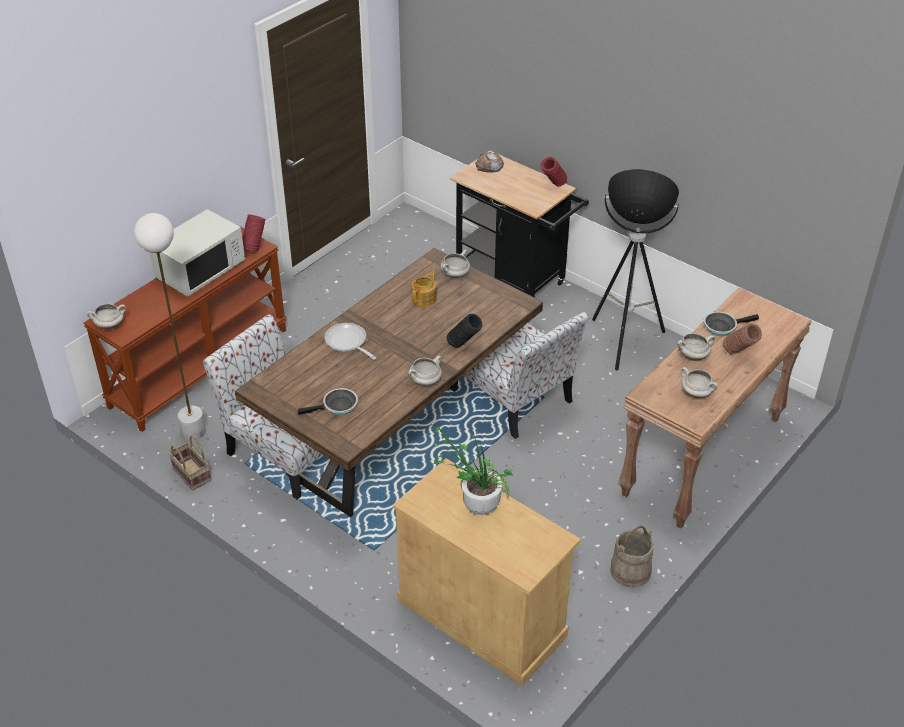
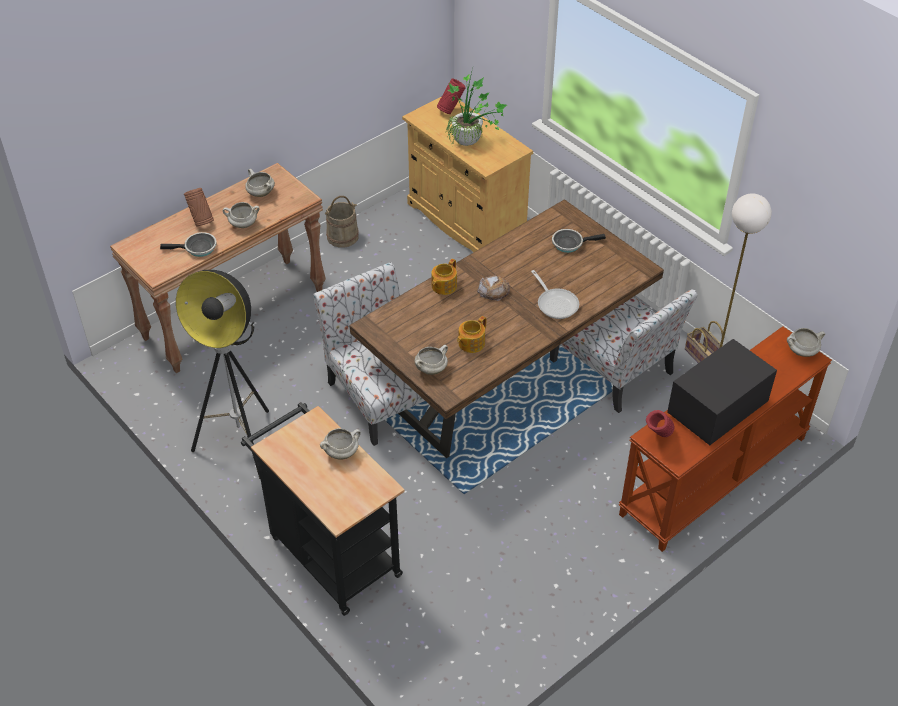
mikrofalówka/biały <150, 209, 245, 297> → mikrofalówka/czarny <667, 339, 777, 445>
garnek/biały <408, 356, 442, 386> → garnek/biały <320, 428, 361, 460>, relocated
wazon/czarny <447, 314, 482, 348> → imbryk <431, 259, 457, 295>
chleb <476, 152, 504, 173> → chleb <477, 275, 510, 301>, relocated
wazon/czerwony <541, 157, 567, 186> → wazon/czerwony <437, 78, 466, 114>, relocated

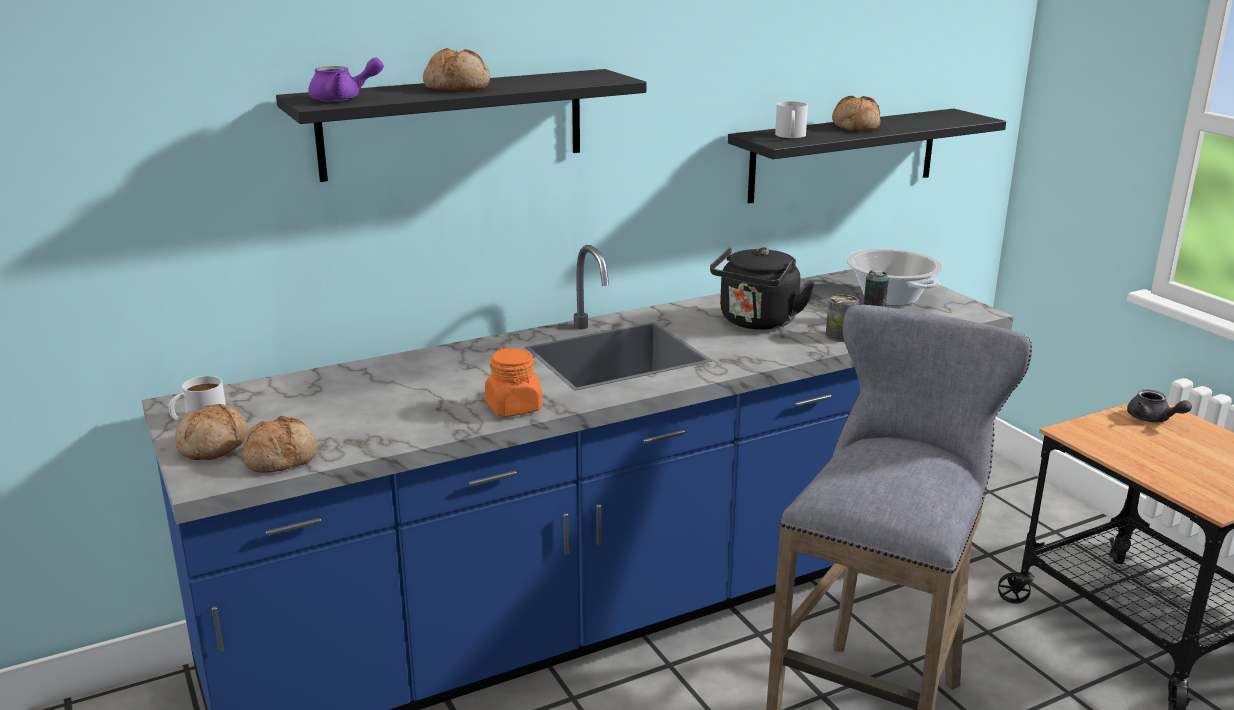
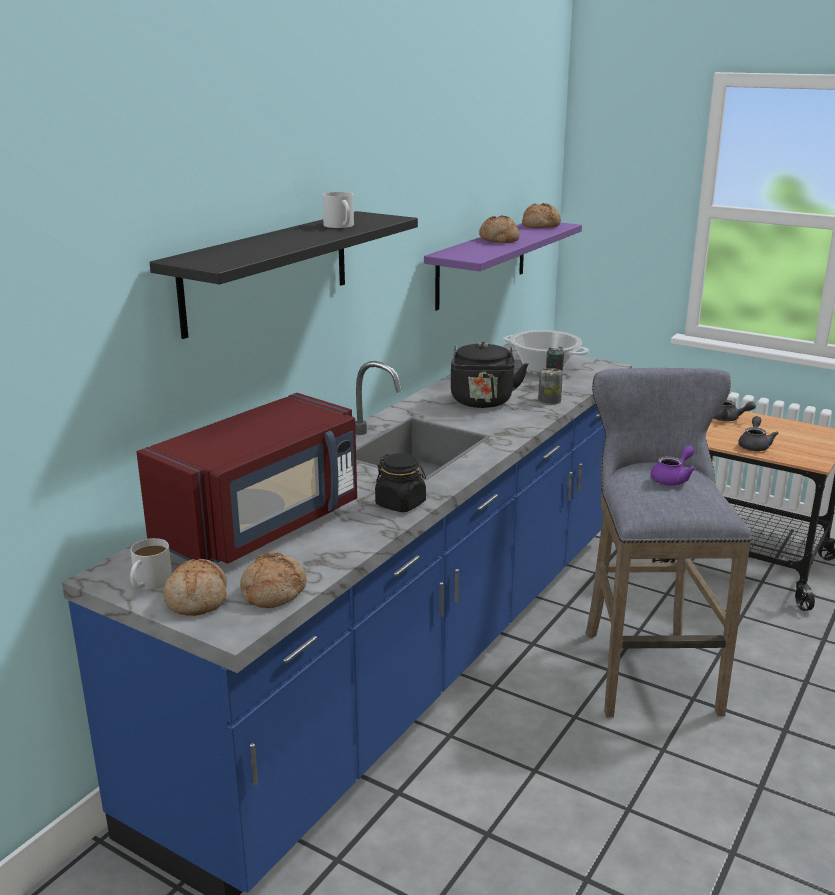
imbryk/fioletowy <308, 57, 384, 102> → imbryk/fioletowy <650, 446, 696, 486>, relocated
chleb <423, 48, 490, 90> → chleb <522, 203, 561, 228>, relocated
słoik/pomarańczowy <485, 348, 542, 417> → słoik/czarny <375, 453, 426, 512>
półka/czarny <728, 109, 1006, 203> → półka/fioletowy <424, 223, 582, 311>
kubek/biały <775, 101, 808, 138> → kubek/biały <322, 192, 354, 228>, relocated
- → mikrofalówka/czerwony <137, 393, 357, 564>
- → imbryk/szary <738, 416, 779, 451>

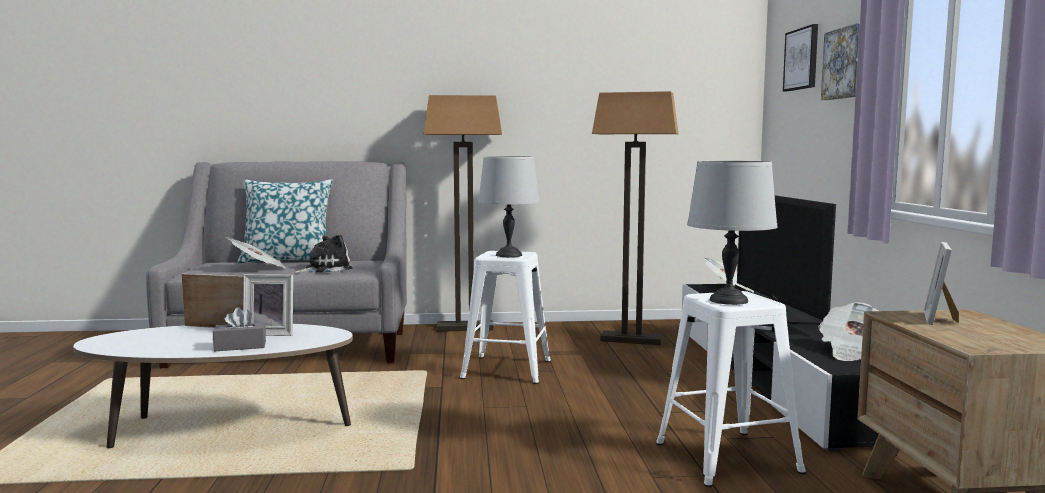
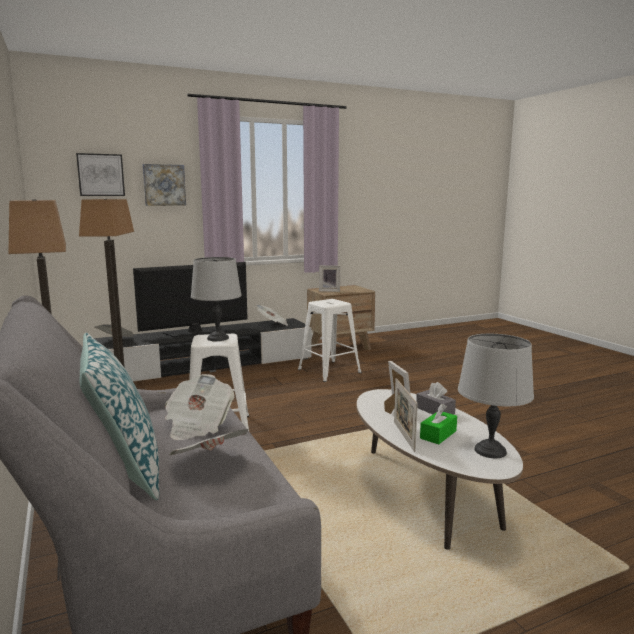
pluszak <294, 235, 352, 273> → gazeta <165, 374, 235, 440>
lampa stołowa/szary <687, 161, 777, 305> → lampa stołowa/szary <458, 334, 534, 458>, relocated
- → pudełko chusteczek/zielony <420, 404, 457, 444>

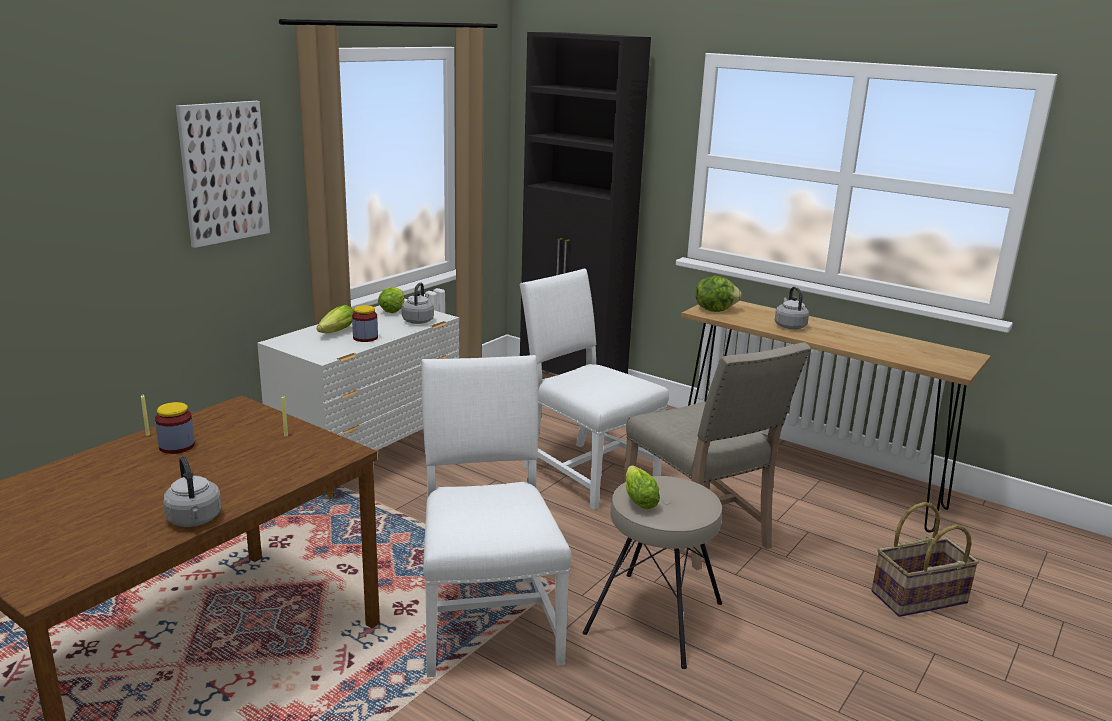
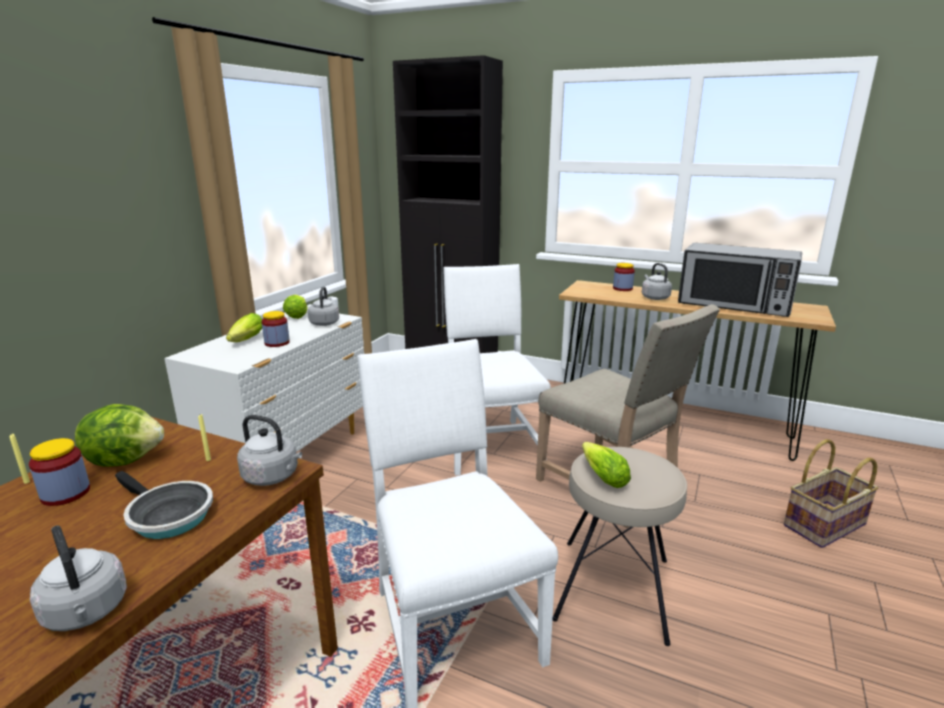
obraz <176, 101, 270, 248> → -
krzesło/biały <519, 269, 669, 510> → krzesło/biały <443, 264, 551, 476>, 45 degrees clockwise
sałata <696, 276, 741, 312> → sałata <75, 404, 164, 467>, relocated
- → patelnia <115, 471, 213, 539>
- → czajnik/szary <237, 415, 302, 486>
- → słoik <613, 263, 635, 291>
- → mikrofalówka <678, 243, 802, 317>

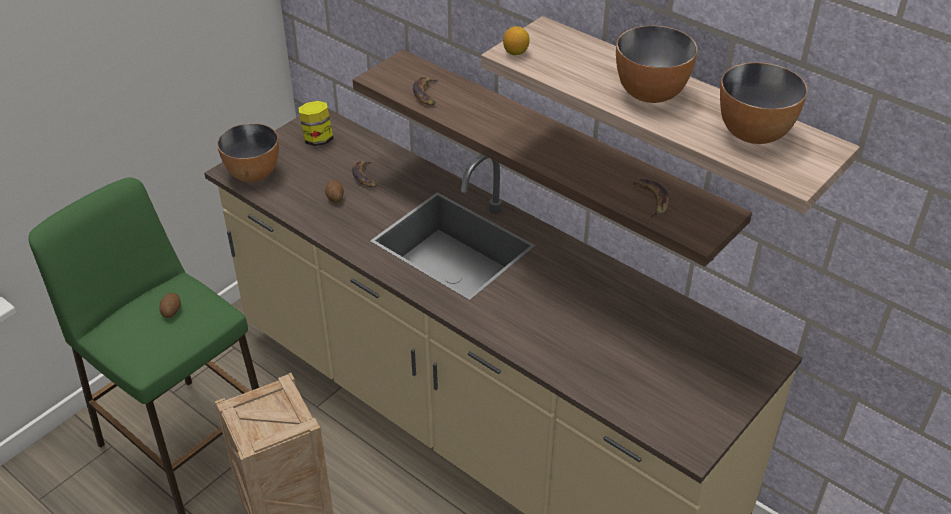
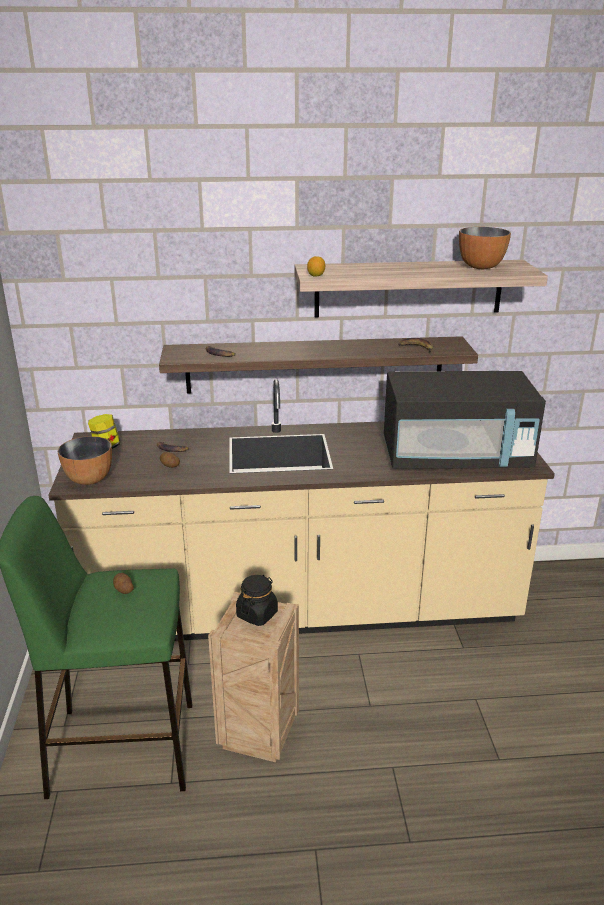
miska <616, 26, 698, 103> → -
- → słoik/czarny <236, 575, 278, 626>
- → mikrofalówka/czarny <384, 371, 546, 469>

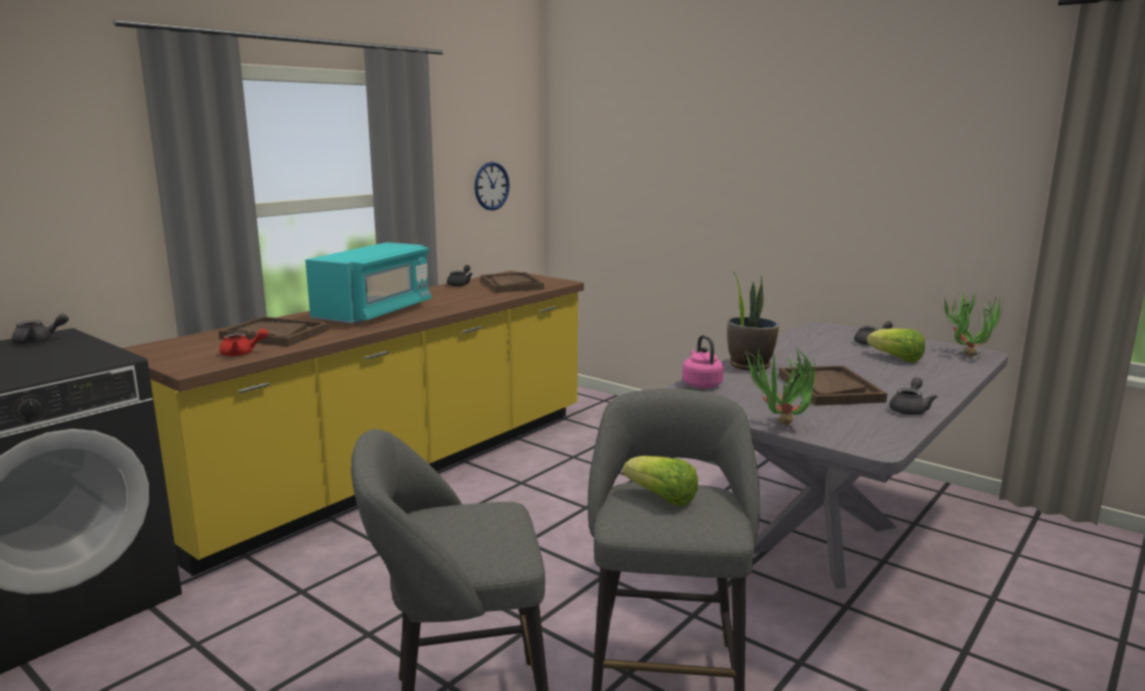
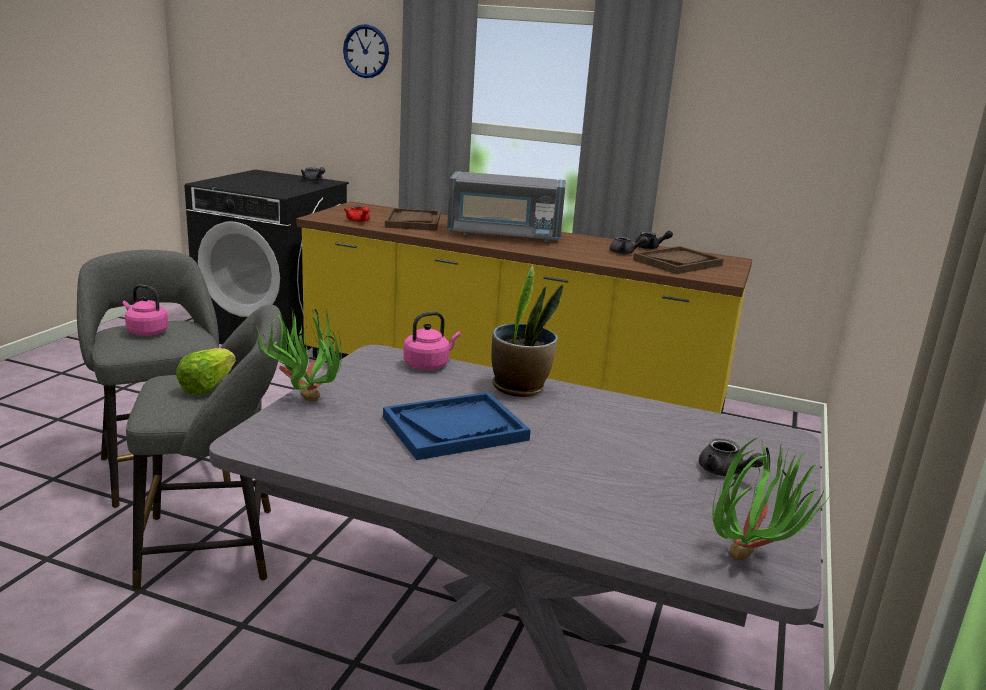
mikrofalówka/turkusowy <305, 242, 431, 324> → mikrofalówka/szary <447, 171, 566, 242>
zegar ścienny <474, 162, 510, 211> → zegar ścienny <343, 24, 389, 78>, relocated
taca/brązowy <779, 365, 887, 406> → taca/niebieski <383, 392, 531, 460>
sałata <867, 328, 925, 363> → -
imbryk/szary <889, 377, 938, 415> → imbryk/szary <610, 236, 648, 254>, relocated
- → czajnik/różowy <122, 285, 168, 336>

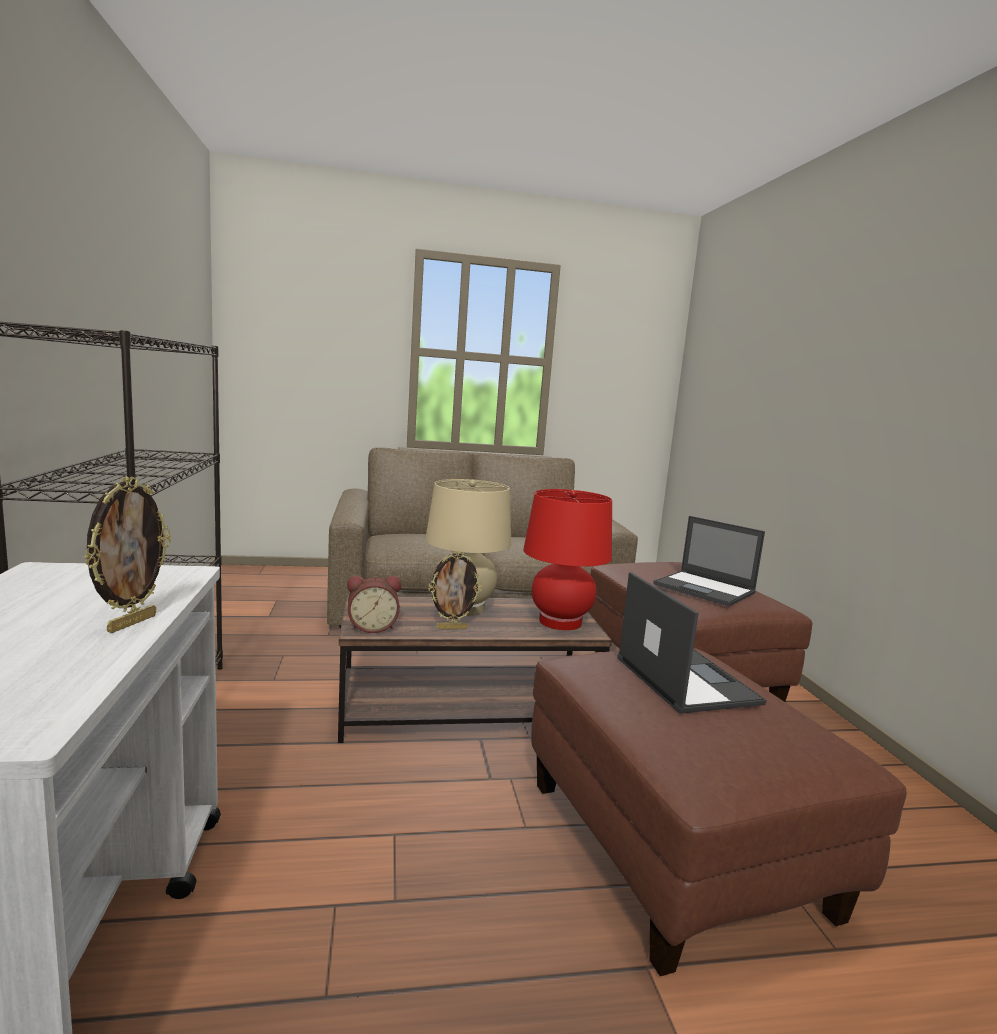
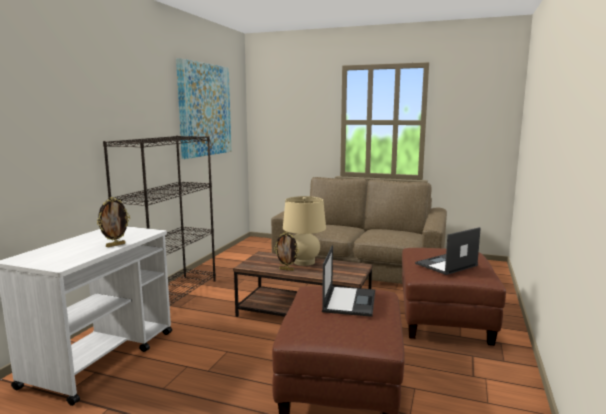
budzik <347, 576, 401, 633> → -
lampa stołowa/czerwony <523, 489, 612, 630> → -
laptop <653, 516, 765, 606> → laptop <415, 227, 481, 275>, 75 degrees clockwise
- → obraz <176, 58, 231, 159>

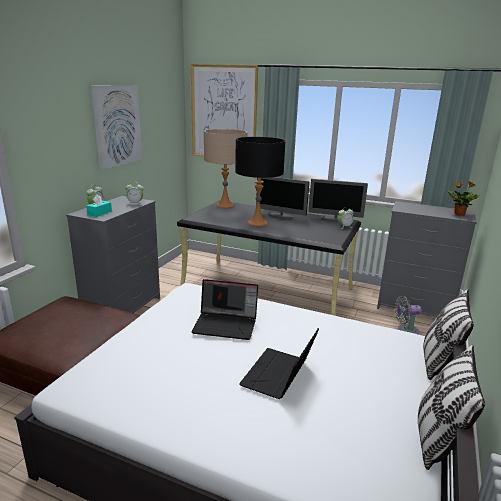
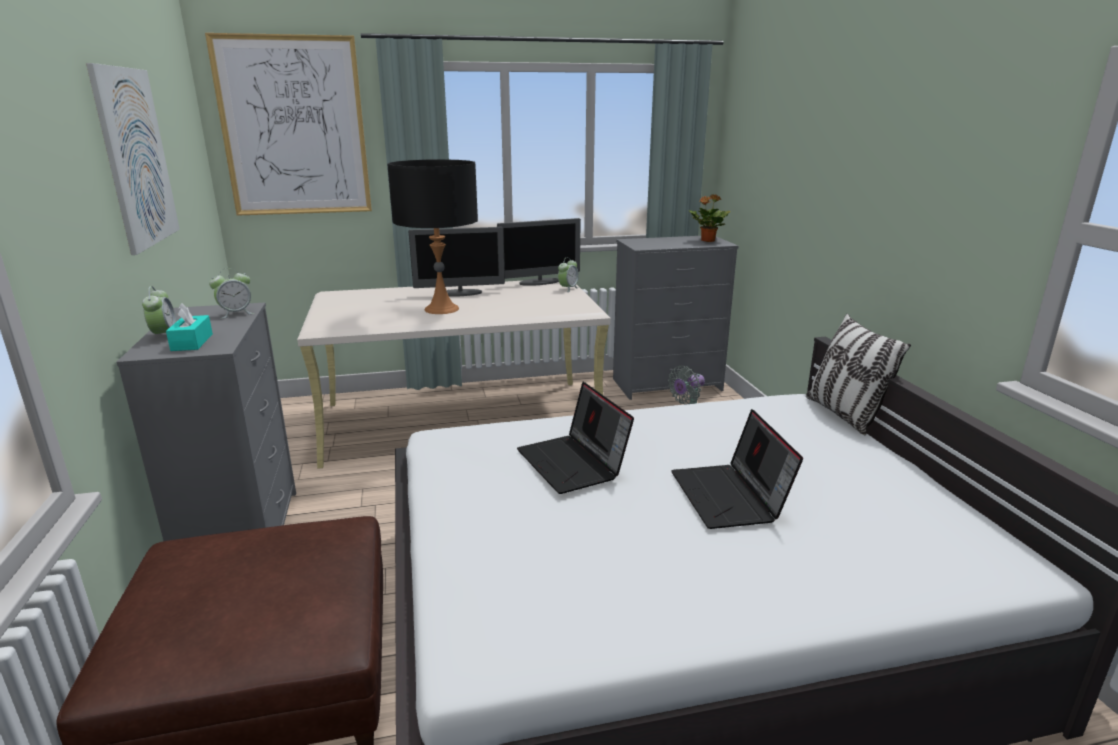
biurko/czarny <177, 201, 361, 316> → biurko/beżowy <297, 281, 611, 469>
laptop <192, 279, 258, 340> → laptop <517, 382, 634, 494>, 90 degrees clockwise
lampa stołowa/beżowy <204, 129, 248, 208> → -
poduszka <418, 345, 485, 470> → -

